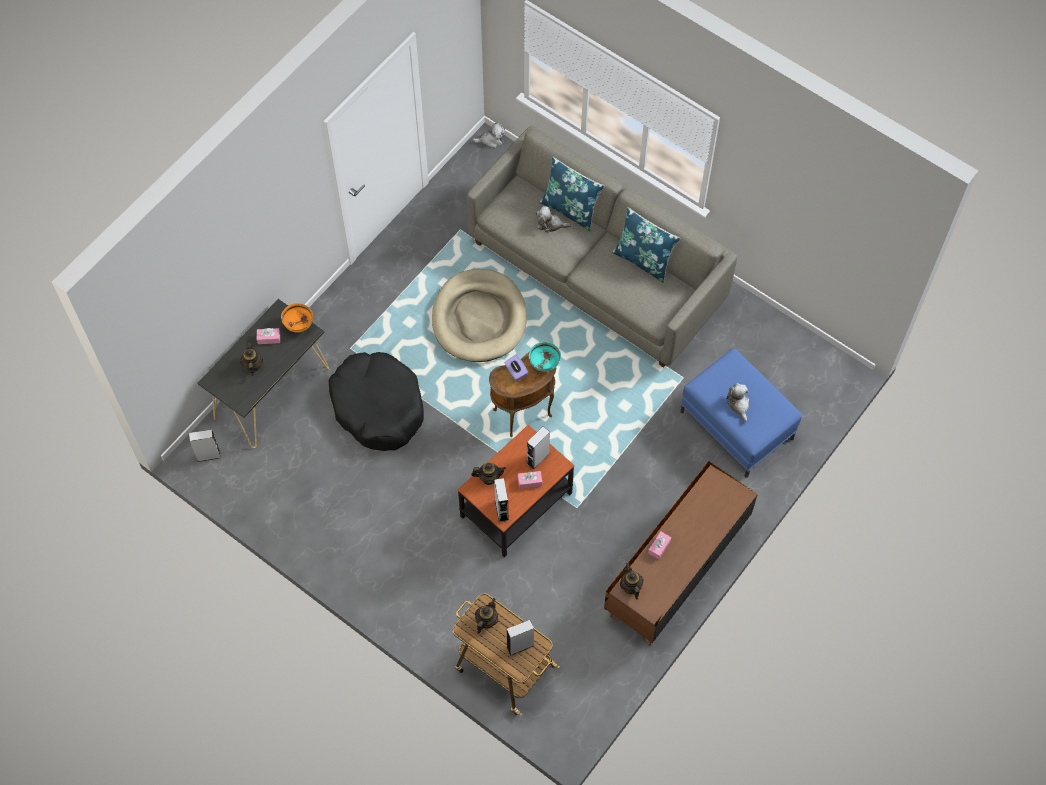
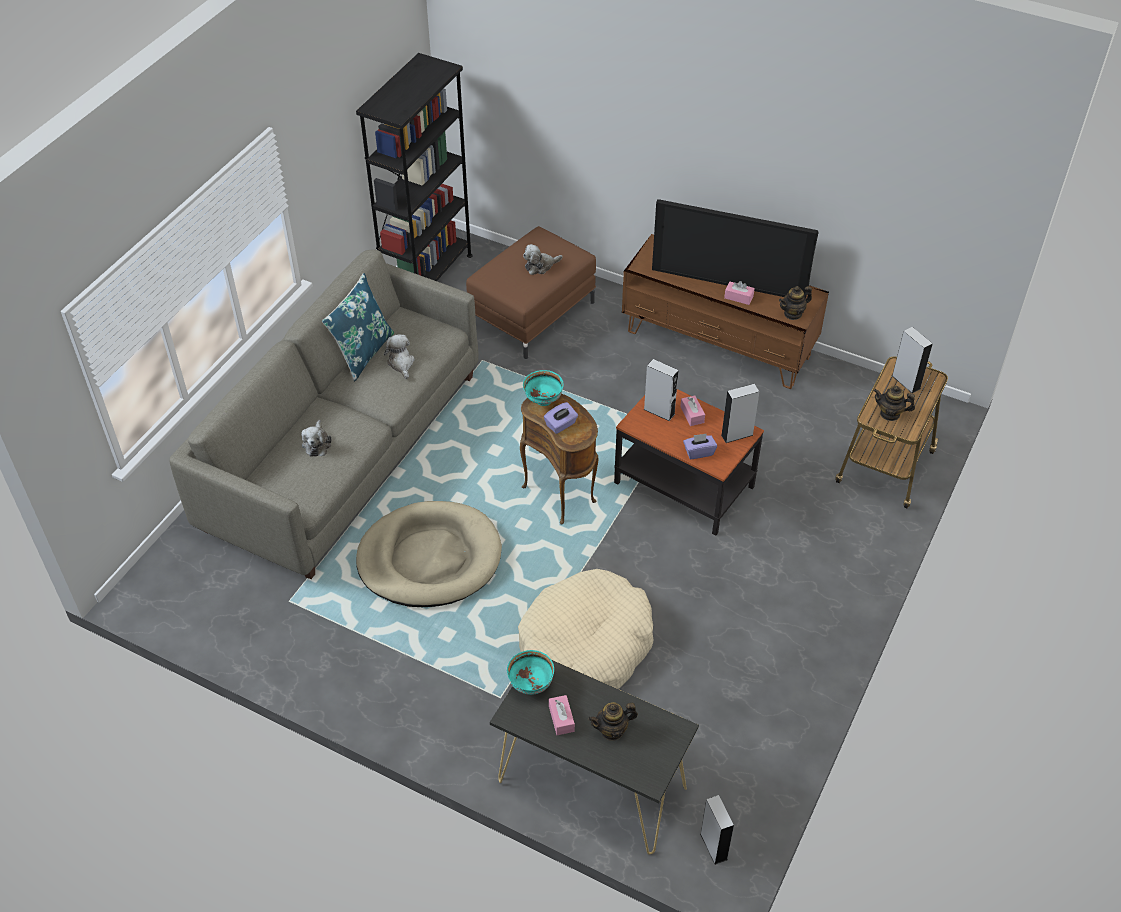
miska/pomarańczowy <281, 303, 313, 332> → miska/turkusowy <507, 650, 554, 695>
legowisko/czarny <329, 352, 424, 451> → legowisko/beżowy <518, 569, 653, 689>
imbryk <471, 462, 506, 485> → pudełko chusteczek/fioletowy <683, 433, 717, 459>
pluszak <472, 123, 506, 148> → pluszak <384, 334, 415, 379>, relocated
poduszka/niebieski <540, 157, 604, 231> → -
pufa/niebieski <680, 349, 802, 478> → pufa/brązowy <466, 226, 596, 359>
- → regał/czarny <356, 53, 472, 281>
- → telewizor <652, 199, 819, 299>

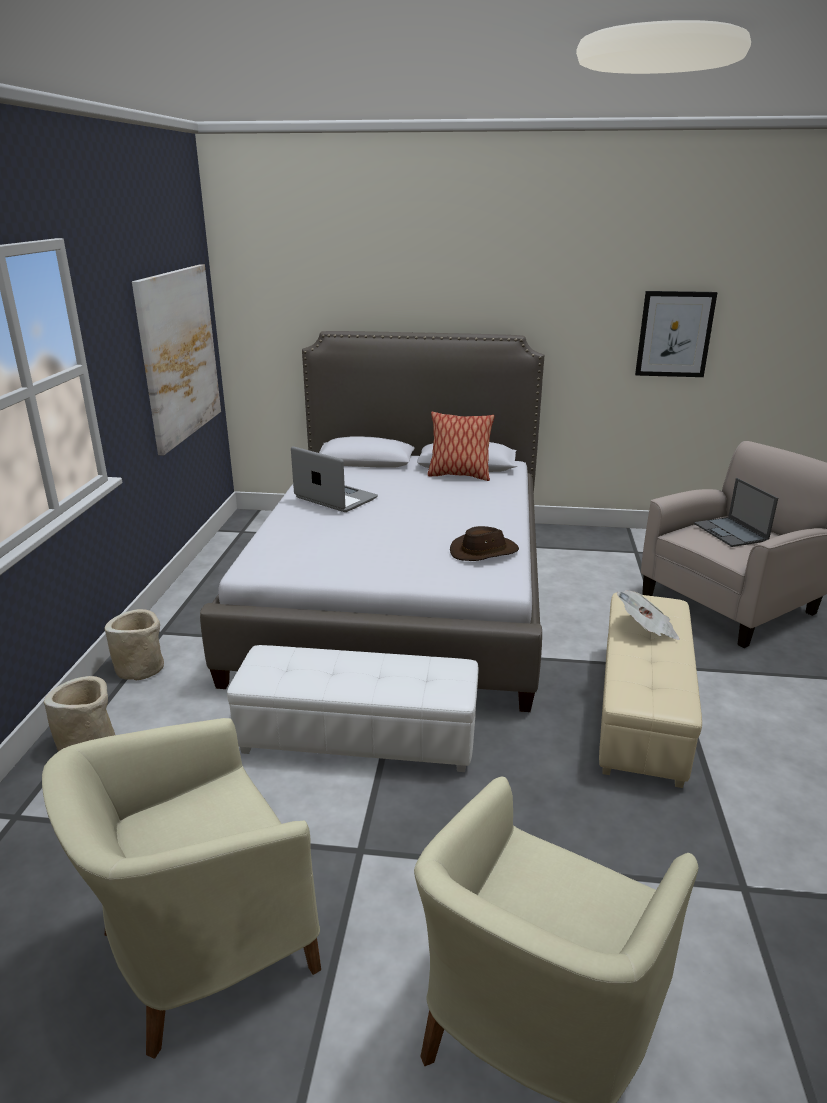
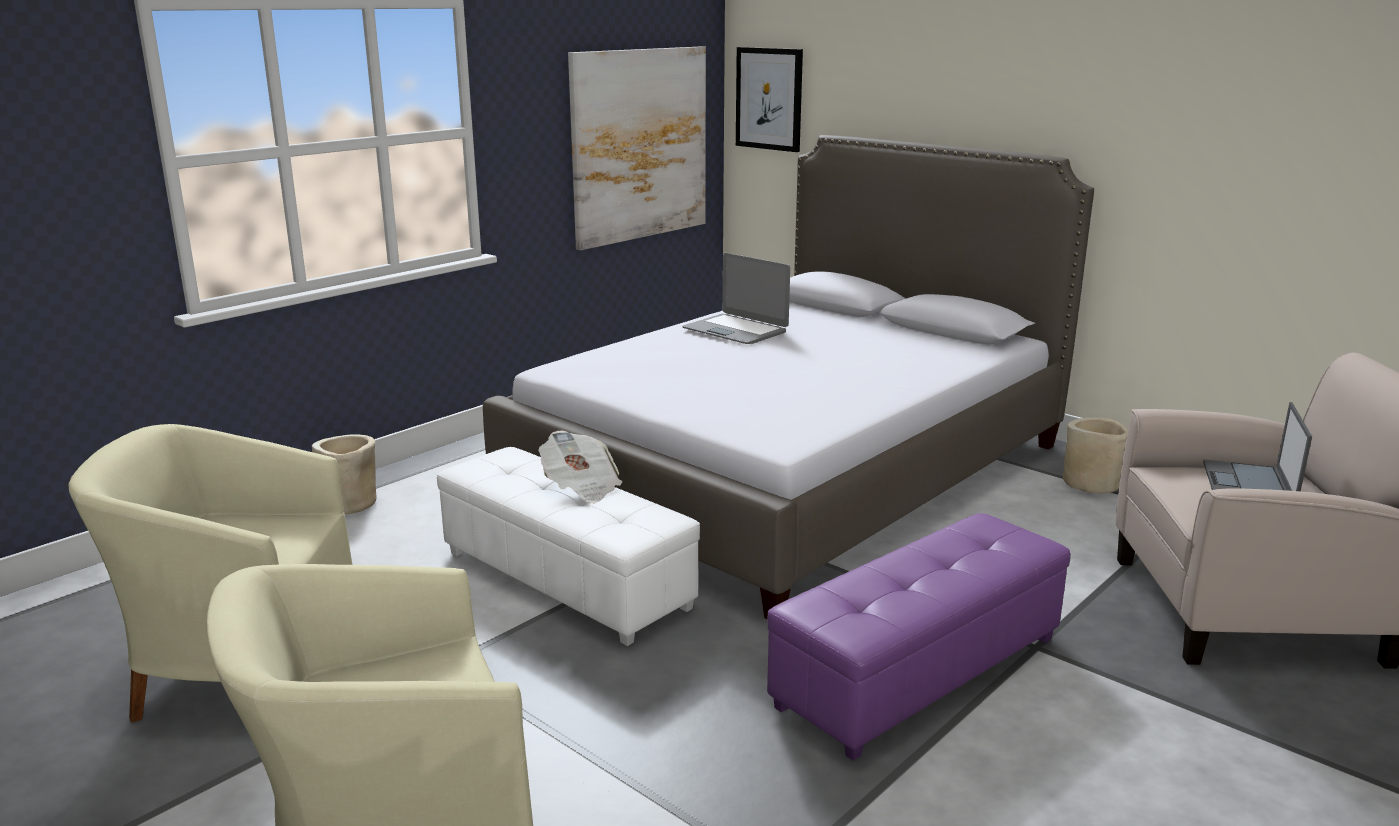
donica/beżowy <105, 609, 164, 680> → donica/beżowy <1063, 417, 1128, 494>, relocated
laptop <291, 446, 378, 512> → laptop <683, 253, 790, 344>, 150 degrees clockwise
poduszka <427, 412, 495, 481> → -
kapelusz/brązowy <450, 526, 519, 561> → -
pufa/beżowy <599, 593, 702, 788> → pufa/fioletowy <767, 513, 1071, 761>
gazeta <617, 590, 680, 640> → gazeta <538, 430, 622, 504>, relocated
obraz <635, 291, 718, 377> → obraz <736, 47, 803, 152>, relocated

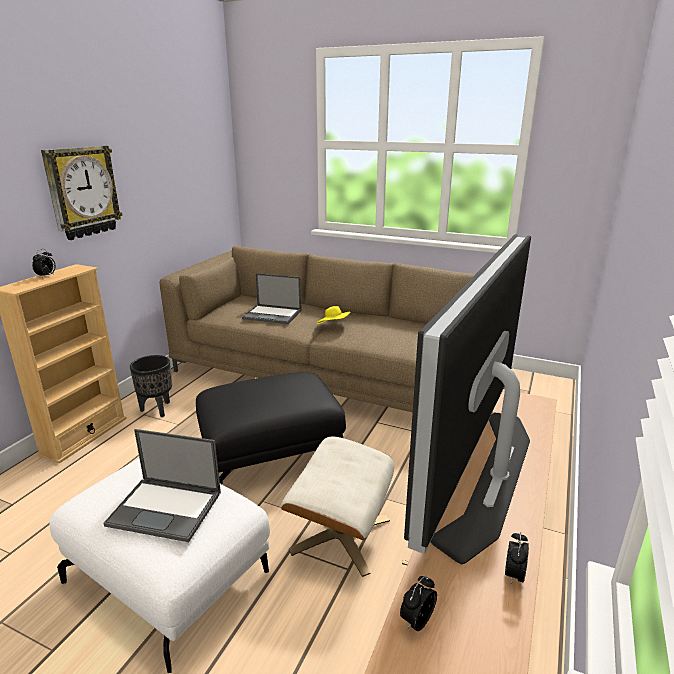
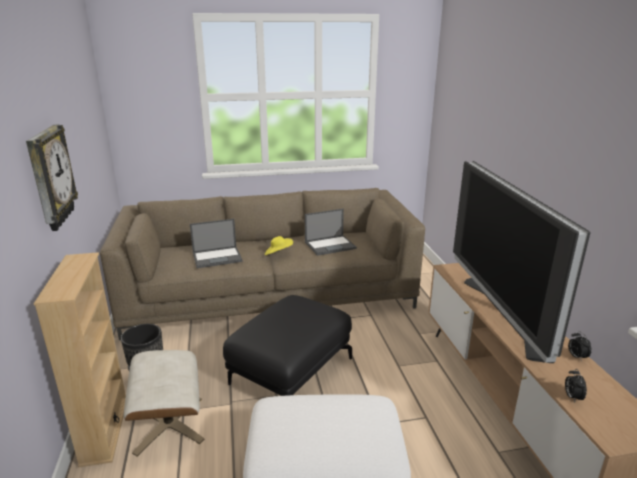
budzik <32, 249, 56, 278> → -
laptop <104, 429, 221, 542> → laptop <305, 209, 357, 256>, relocated
pufa/beżowy <281, 436, 395, 577> → pufa/beżowy <124, 350, 204, 457>, relocated

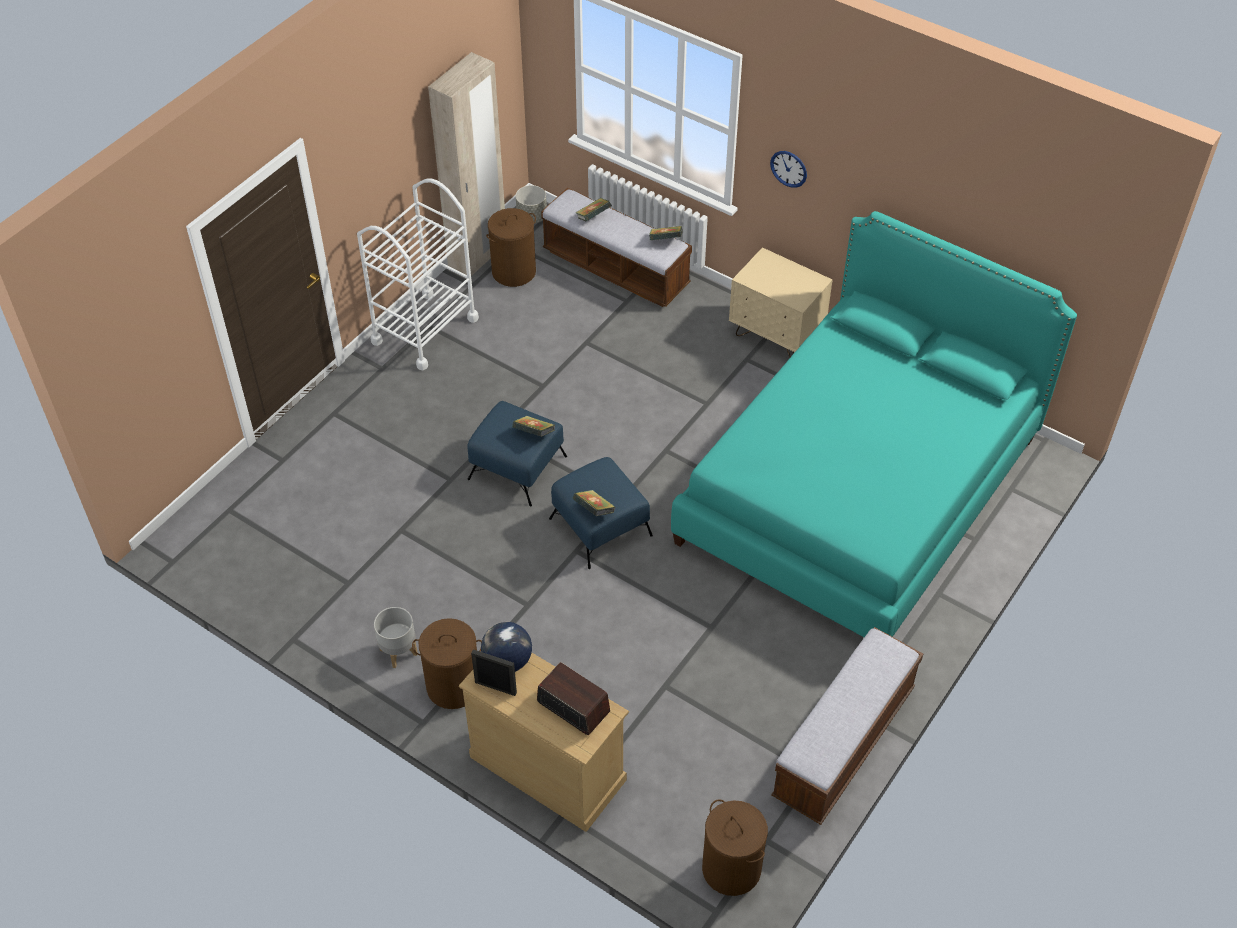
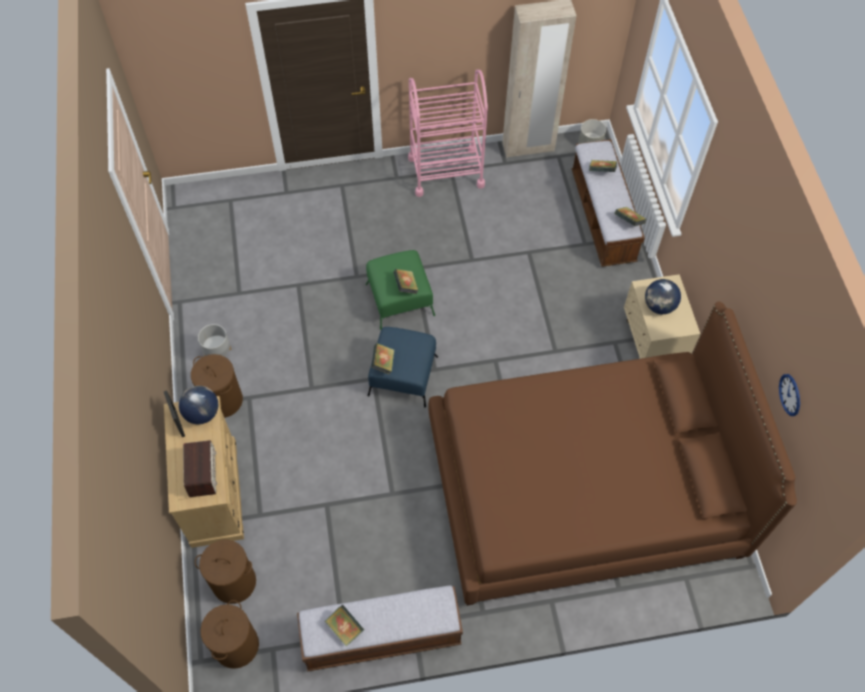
wózek/biały <357, 179, 479, 370> → wózek/różowy <408, 69, 488, 197>
pufa/niebieski <467, 401, 567, 506> → pufa/zielony <366, 250, 435, 330>
kosz na pranie/brązowy <486, 208, 536, 287> → kosz na pranie/brązowy <195, 540, 256, 604>, relocated
łóżko/turkusowy <671, 211, 1077, 637> → łóżko/brązowy <429, 301, 797, 606>
zegar ścienny <770, 151, 807, 188> → zegar ścienny <779, 374, 800, 416>, relocated
- → książka <325, 605, 364, 646>
- → globus <645, 279, 681, 314>

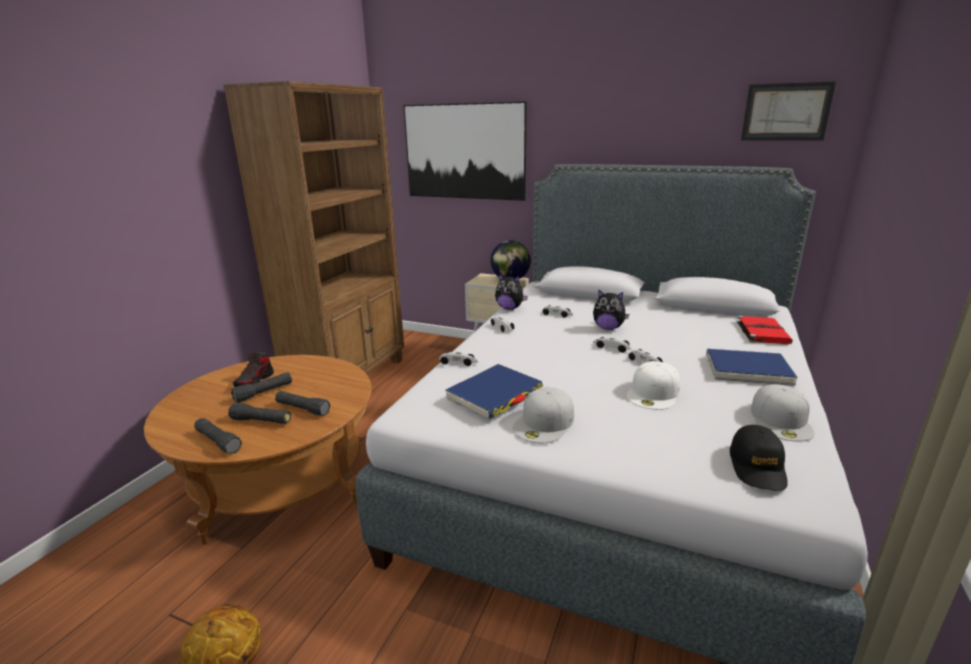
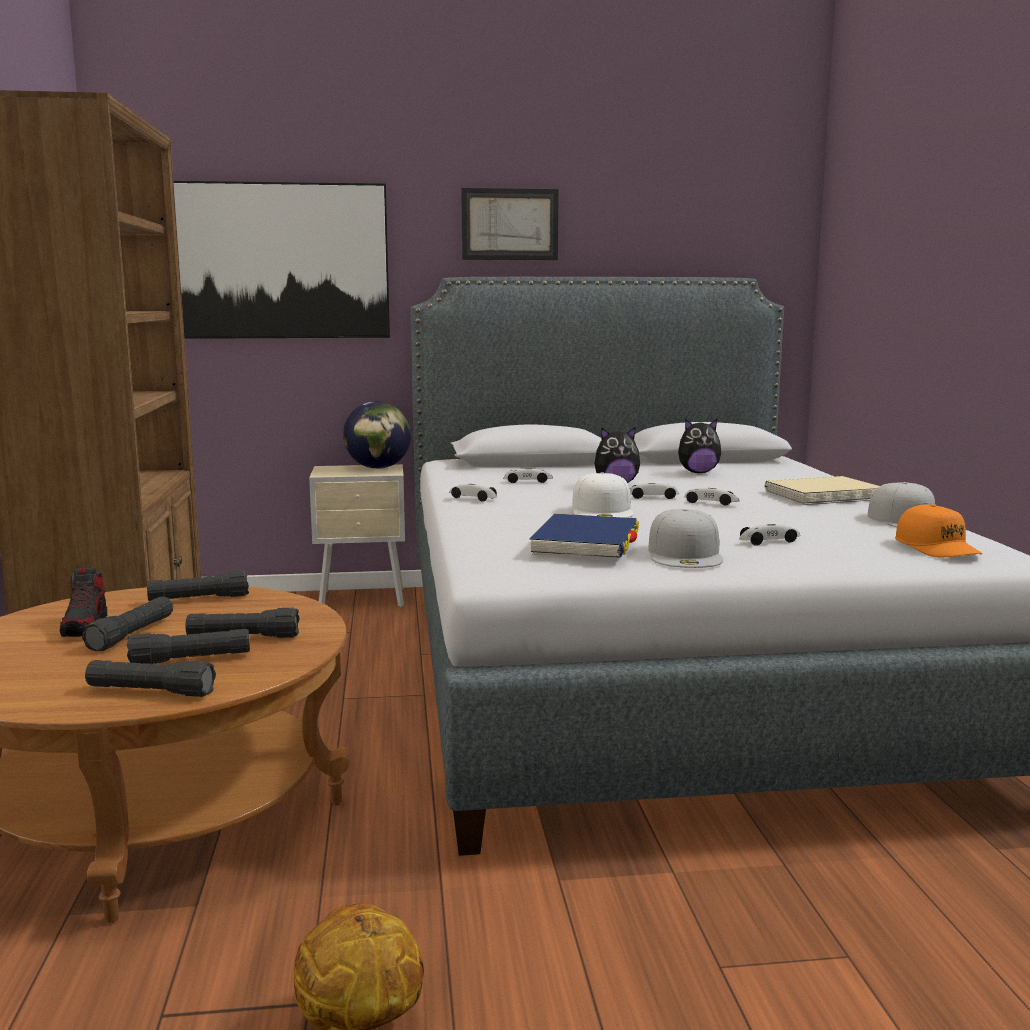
samochodzik <439, 351, 478, 366> → samochodzik <739, 524, 800, 546>, relocated
pluszak <495, 274, 528, 310> → pluszak <678, 419, 721, 473>, relocated
czapka z daszkiem/biały <627, 361, 680, 410> → czapka z daszkiem/biały <572, 473, 634, 518>, relocated
książka/niebieski <706, 349, 798, 386> → książka/beżowy <765, 476, 880, 505>
czapka z daszkiem/czarny <730, 425, 788, 491> → czapka z daszkiem/pomarańczowy <895, 504, 982, 557>
książka/czerwony <736, 316, 793, 344> → -
obraz <741, 81, 836, 141> → obraz <461, 188, 559, 260>, relocated
- → latarka/czarny <147, 570, 249, 601>

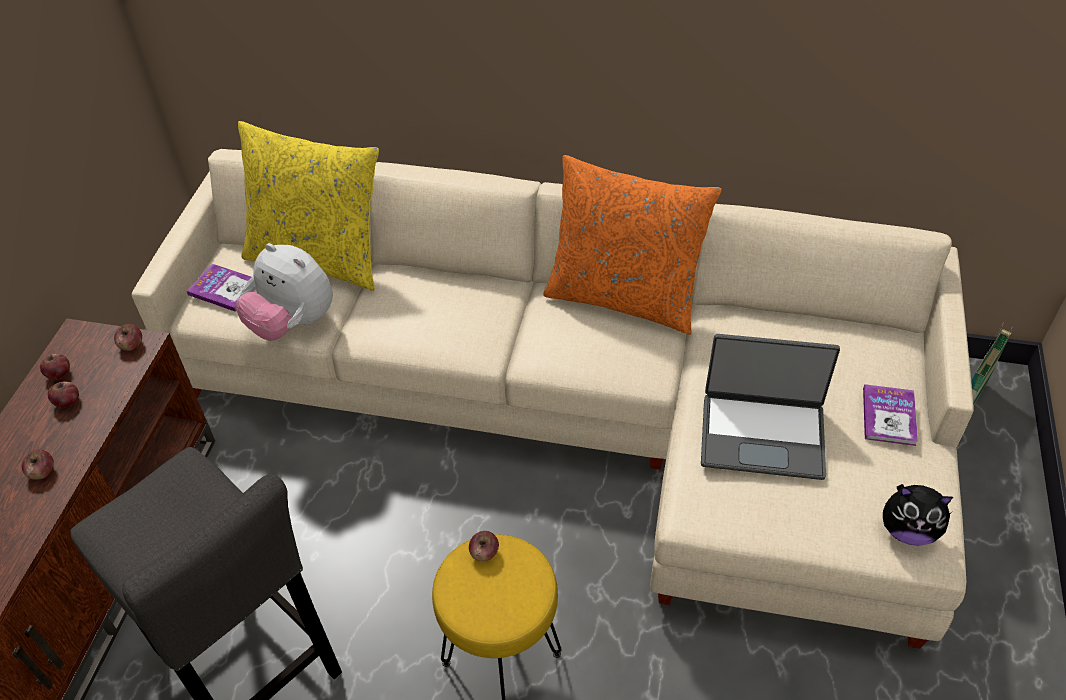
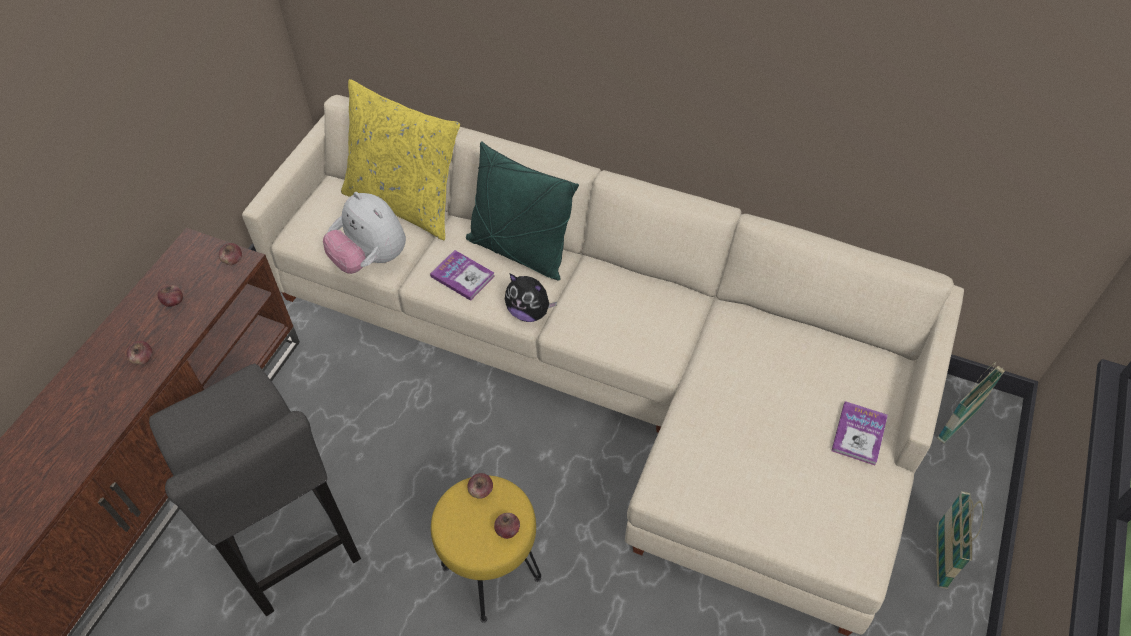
jabłko <40, 354, 70, 380> → jabłko <494, 513, 520, 539>, relocated
książka <187, 264, 255, 312> → książka <430, 250, 495, 301>, relocated
poduszka/pomarańczowy <543, 155, 722, 335> → -
laptop <701, 334, 840, 480> → -
pluszak <883, 484, 953, 545> → pluszak <505, 273, 557, 322>, relocated
- → poduszka/zielony <466, 141, 579, 281>
- → koszyk <936, 491, 983, 589>

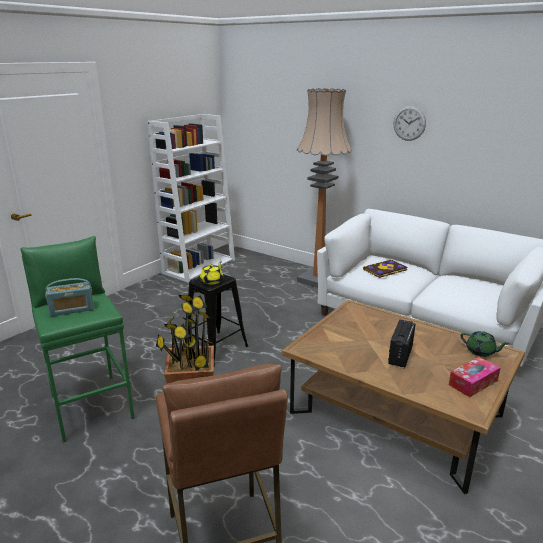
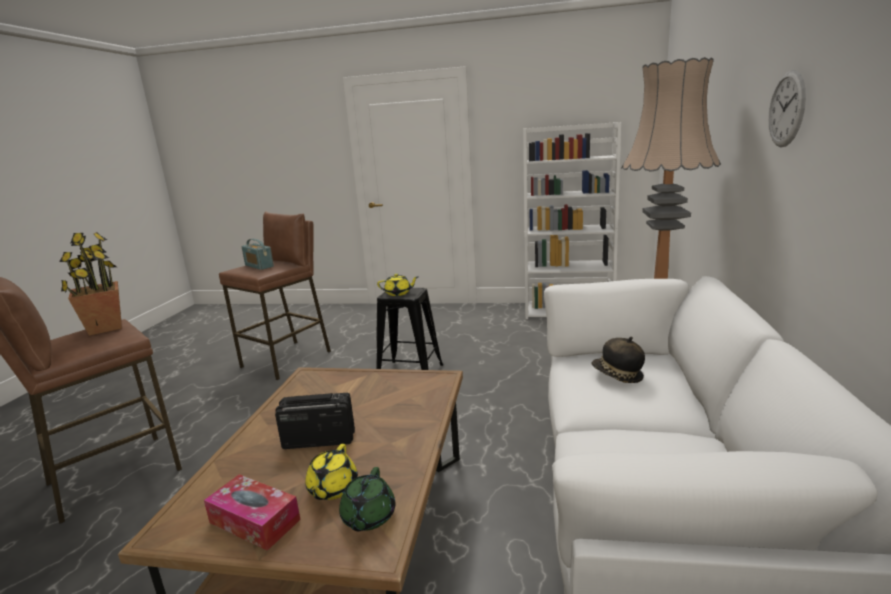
stołek/zielony <20, 236, 135, 442> → stołek/brązowy <219, 212, 331, 380>
książka <363, 259, 408, 278> → kapelusz <591, 337, 645, 383>
- → imbryk/żółty <305, 444, 358, 500>

